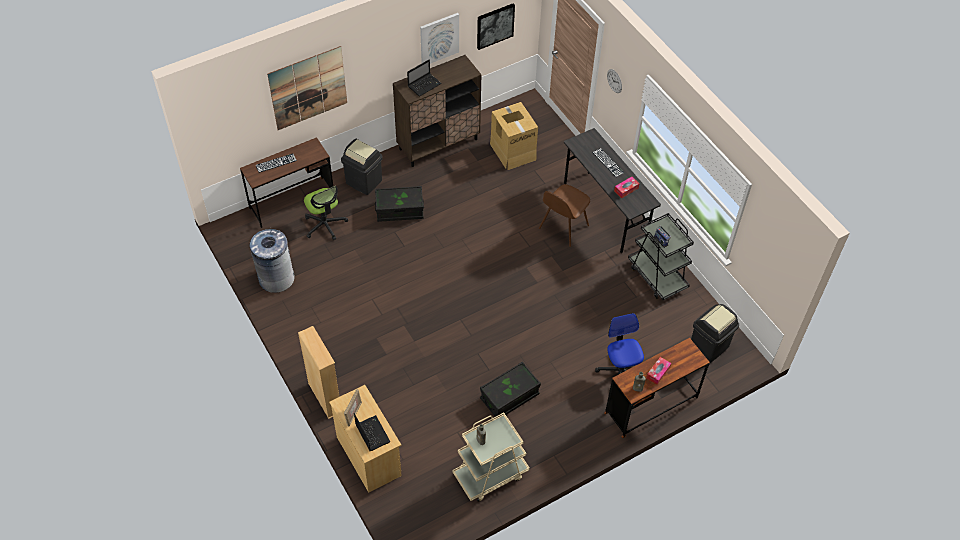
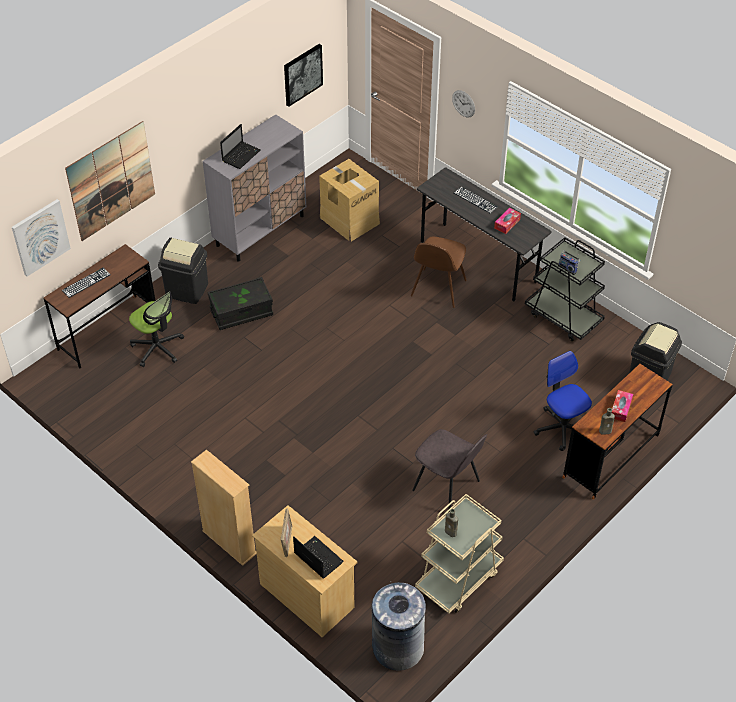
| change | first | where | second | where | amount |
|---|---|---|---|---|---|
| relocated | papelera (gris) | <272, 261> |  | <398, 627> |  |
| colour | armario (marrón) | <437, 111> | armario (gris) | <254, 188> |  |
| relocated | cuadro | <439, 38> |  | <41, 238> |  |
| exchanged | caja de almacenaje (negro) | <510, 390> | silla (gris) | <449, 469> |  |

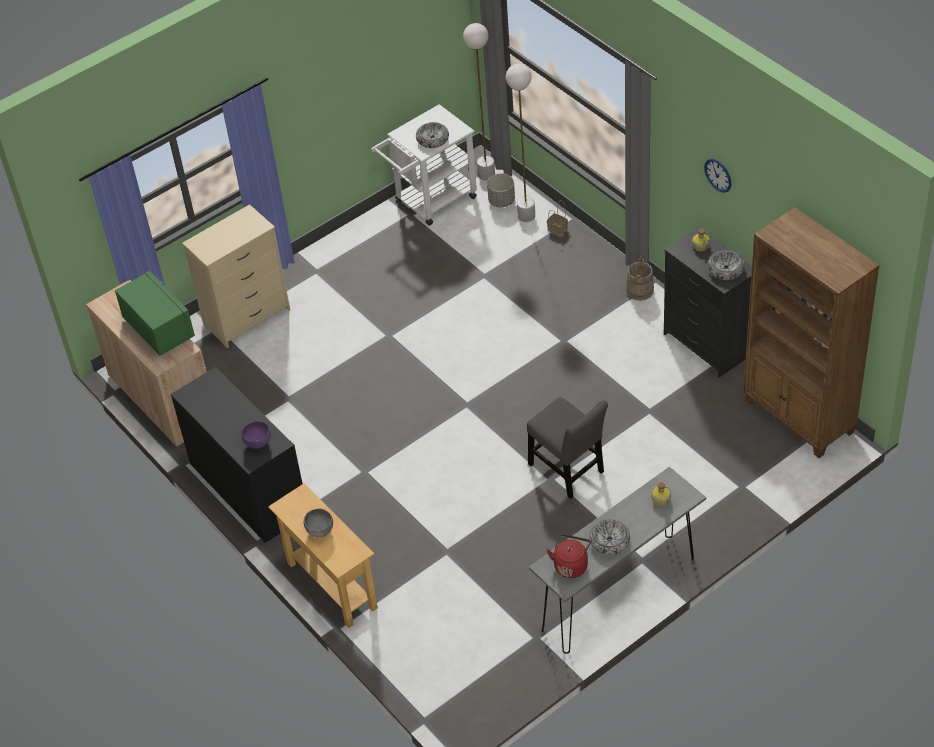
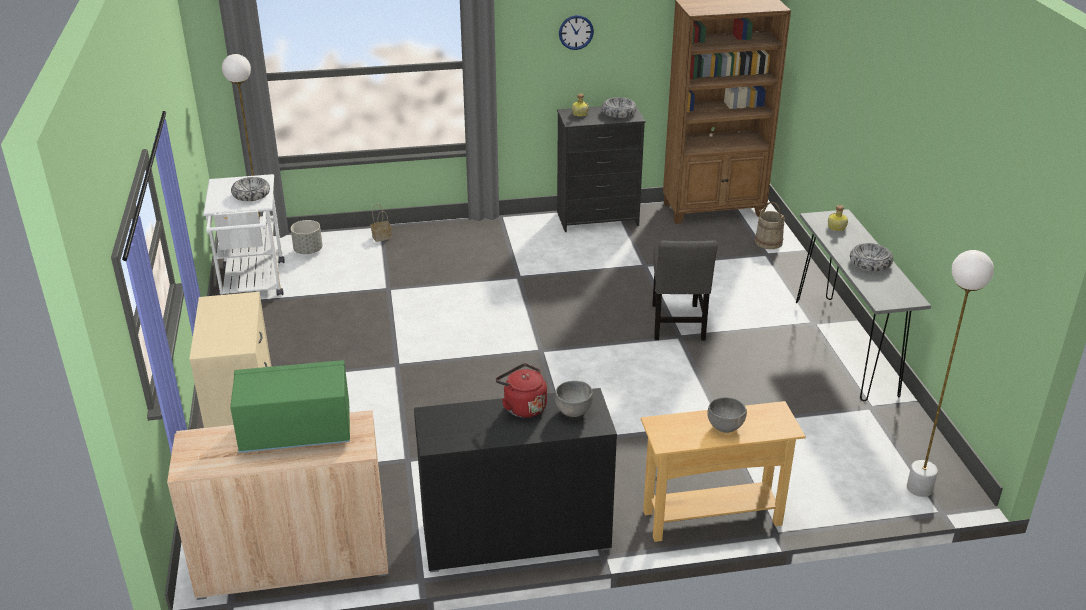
| change | first | where | second | where | amount |
|---|---|---|---|---|---|
| colour | cuenco (morado) | <256, 435> | cuenco (gris) | <574, 399> |  |
| relocated | lámpara de pie (blanco) | <520, 143> |  | <950, 373> |  |
| spun | silla (gris) | <567, 448> |  | <685, 290> | 105 degrees clockwise |
| relocated | hervidor (rojo) | <569, 556> |  | <521, 390> |  |
| relocated | cubo (beis) | <640, 279> |  | <770, 225> |  |

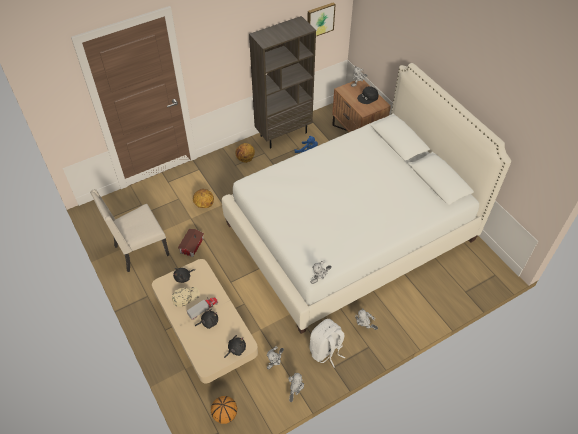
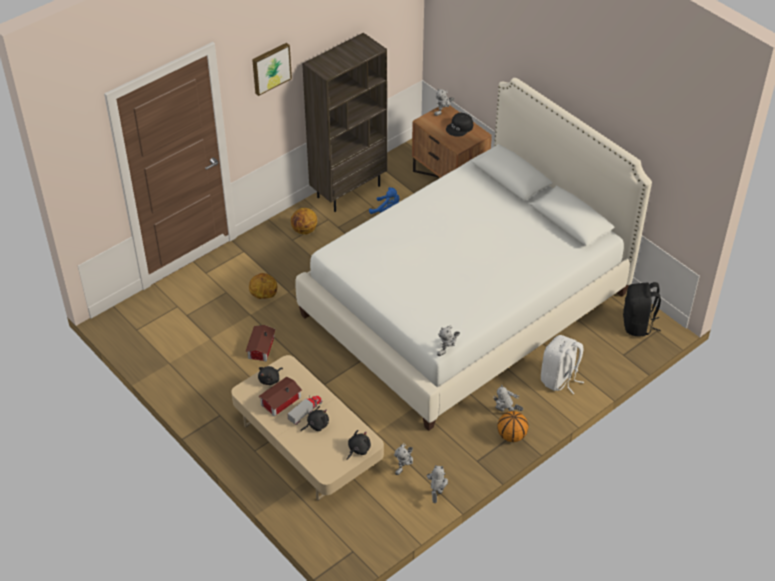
| change | first | where | second | where | amount |
|---|---|---|---|---|---|
| missing | silla (beis) | <129, 230> |  |  |  |
| exchanged | gorra (beis) | <186, 297> | casita | <280, 396> |  |
| relocated | balón de baloncesto | <224, 410> |  | <512, 426> |  |
| relocated | cuadro | <321, 19> |  | <272, 69> |  |
| relocated | mochila (blanco) | <327, 343> |  | <562, 364> |  |
| appeared |  |  | mochila (negro) | <642, 309> |  |

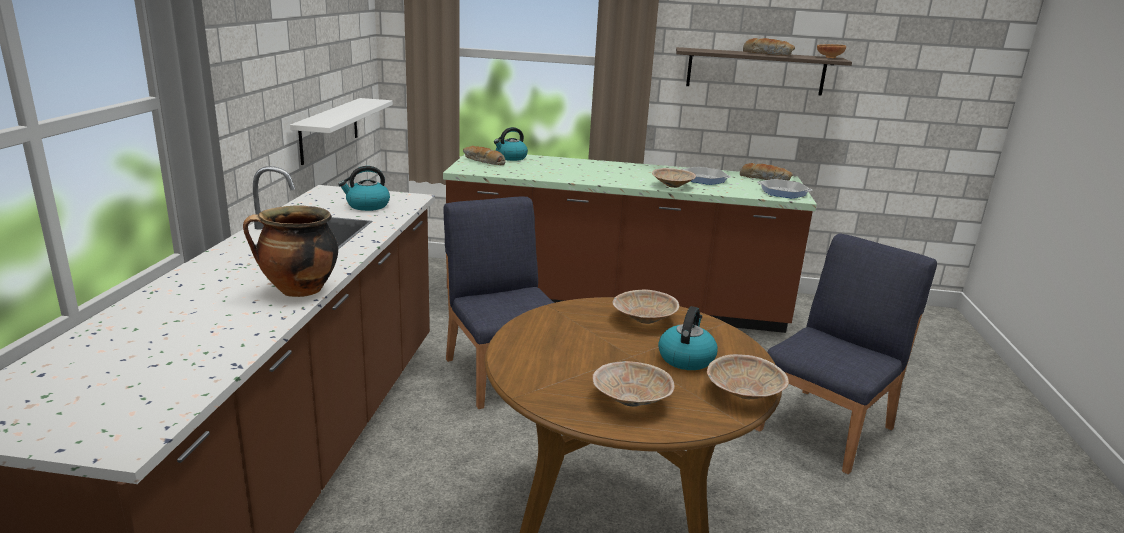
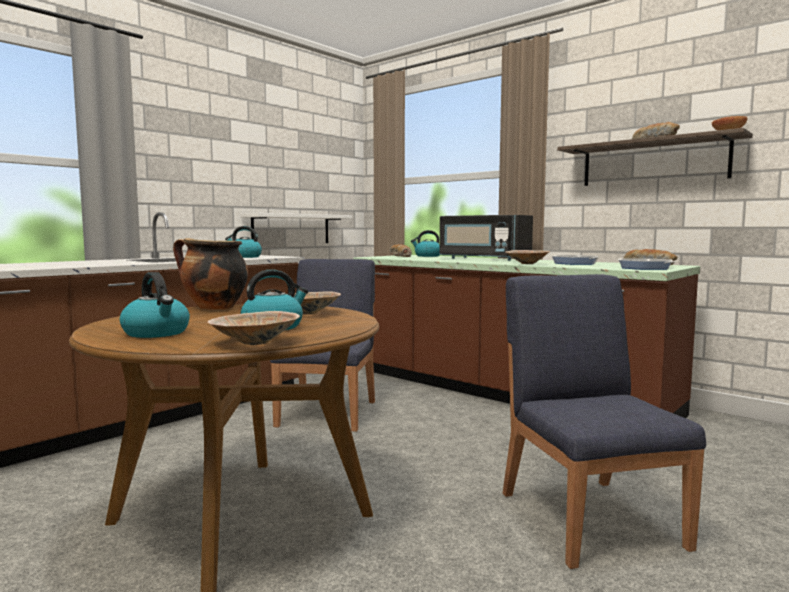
| change | first | where | second | where | amount |
|---|---|---|---|---|---|
| relocated | olla | <290, 251> |  | <210, 274> |  |
| exchanged | cuenco (beis) | <633, 384> | hervidor | <155, 305> |  |
| spun | silla (azul) | <846, 353> |  | <604, 421> | 90 degrees counterclockwise |
| appeared |  |  | microondas (negro) | <486, 238> |  |

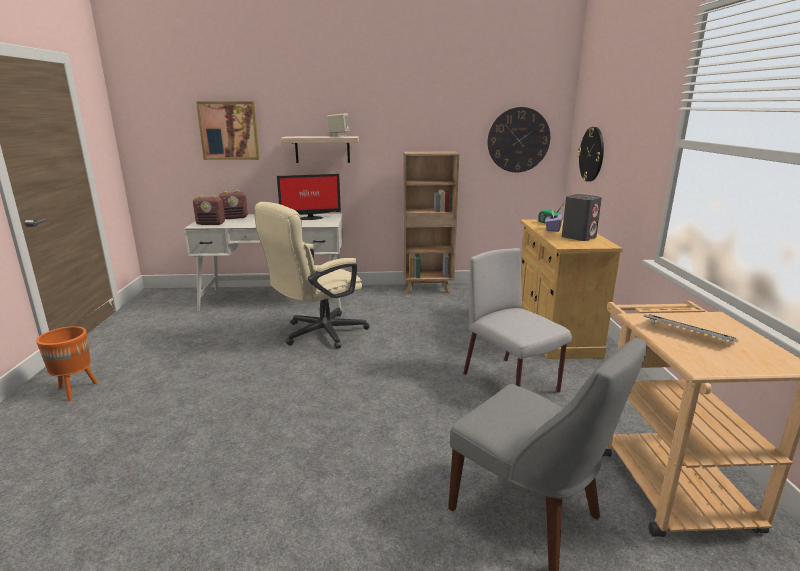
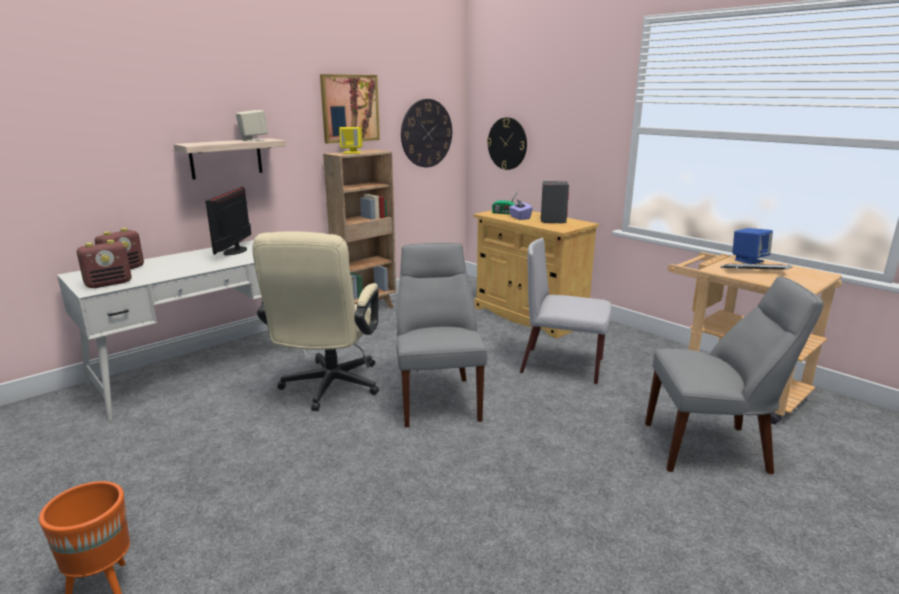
| change | first | where | second | where | amount |
|---|---|---|---|---|---|
| relocated | cuadro | <228, 131> |  | <350, 109> |  |
| spun | monitor | <309, 197> |  | <228, 221> | 150 degrees clockwise |
| appeared |  |  | altavoz (amarillo) | <350, 140> |  |
| appeared |  |  | silla (gris) | <441, 335> |  |
| appeared |  |  | altavoz (azul) | <752, 246> |  |

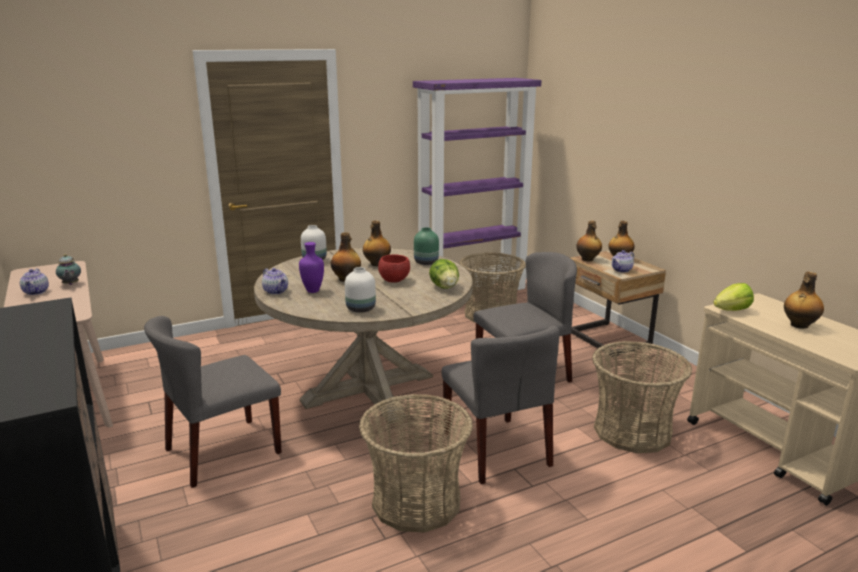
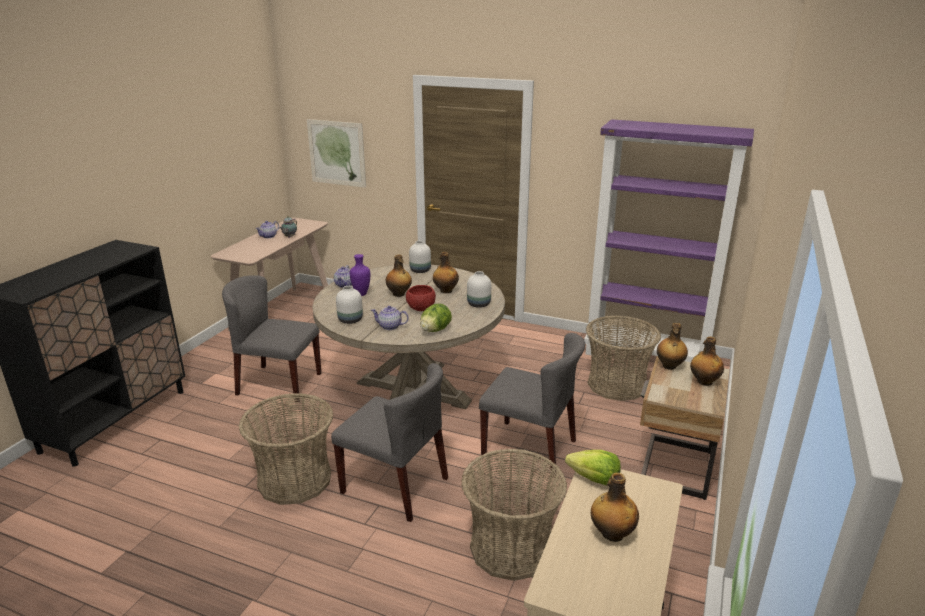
| change | first | where | second | where | amount |
|---|---|---|---|---|---|
| colour | florero (verde) | <426, 246> | florero (blanco) | <479, 289> |  |
| spun | silla (gris) | <500, 404> |  | <389, 442> | 90 degrees counterclockwise |
| relocated | tetera | <623, 261> |  | <390, 318> |  |
| appeared |  |  | cuadro | <336, 153> |  |

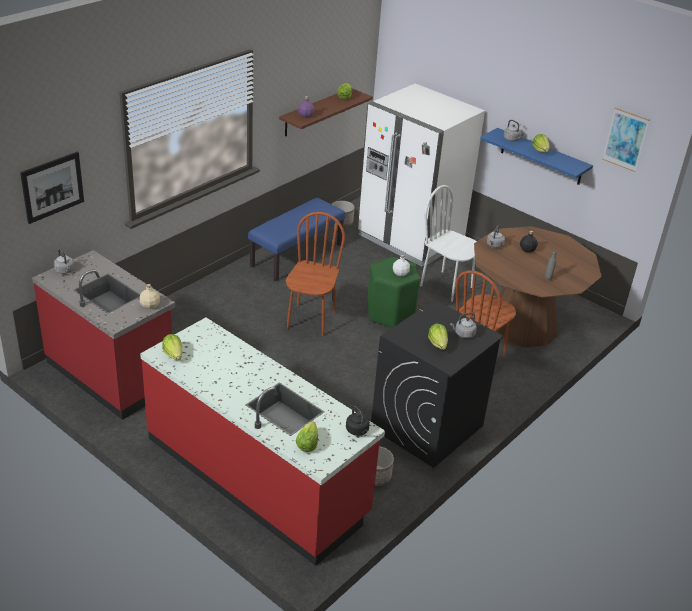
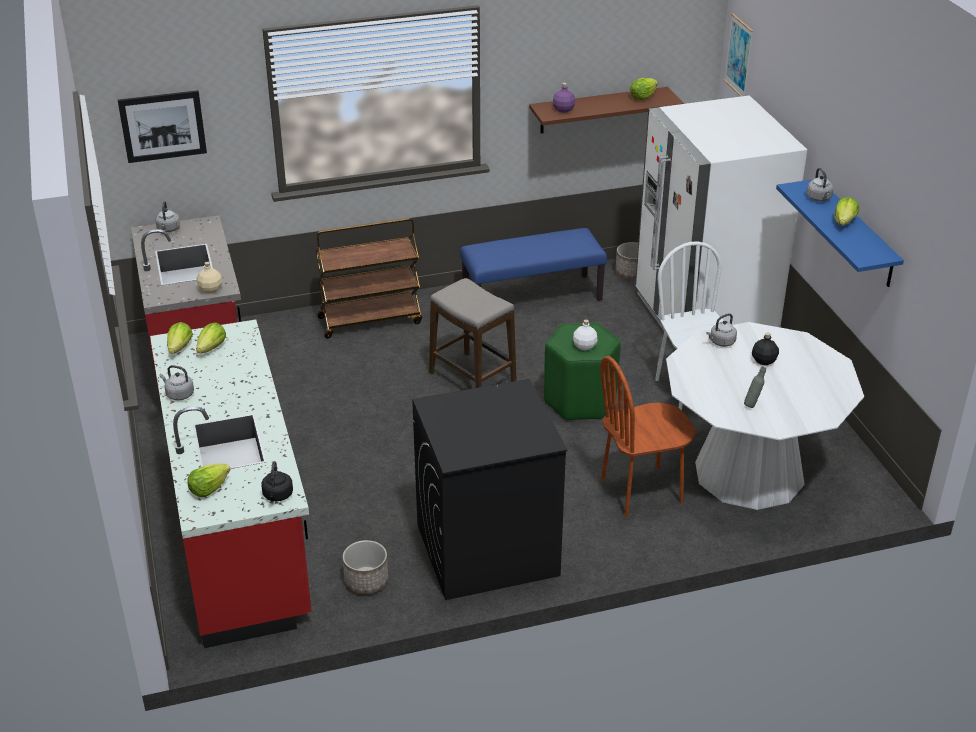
| change | first | where | second | where | amount |
|---|---|---|---|---|---|
| exchanged | silla (marrón) | <315, 274> | taburete | <473, 333> |  |
| relocated | lechuga | <438, 336> |  | <211, 338> |  |
| relocated | hervidor (gris) | <463, 325> |  | <176, 382> |  |
| colour | mesa de comedor (marrón) | <538, 287> | mesa de comedor (blanco) | <765, 416> |  |
| relocated | cuadro | <626, 139> |  | <738, 55> |  |
| appeared |  |  | carrito (marrón) | <369, 278> |  |

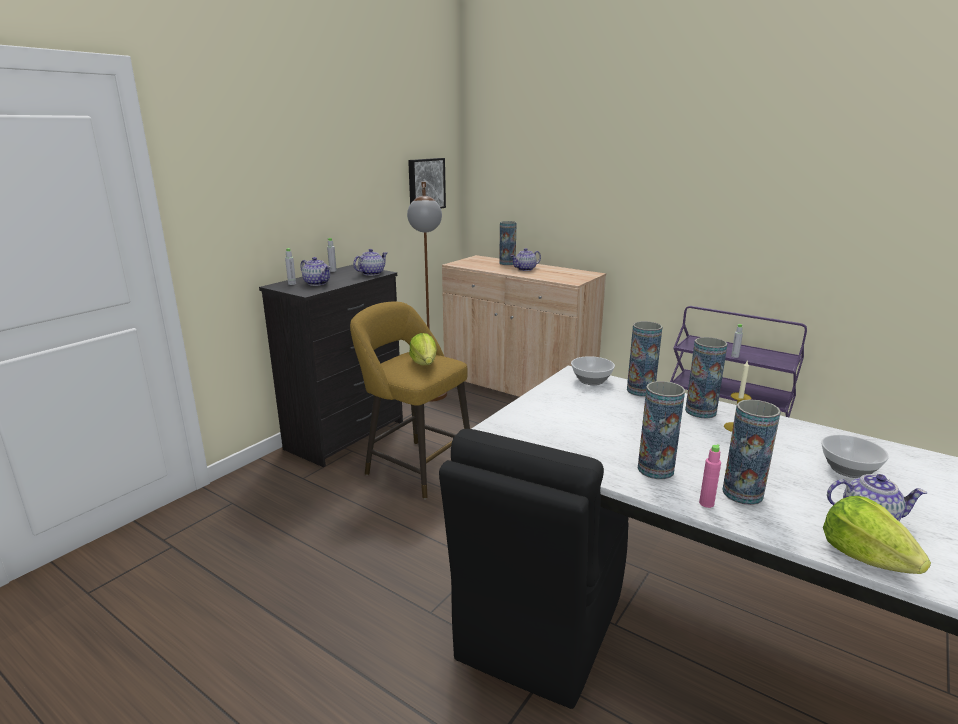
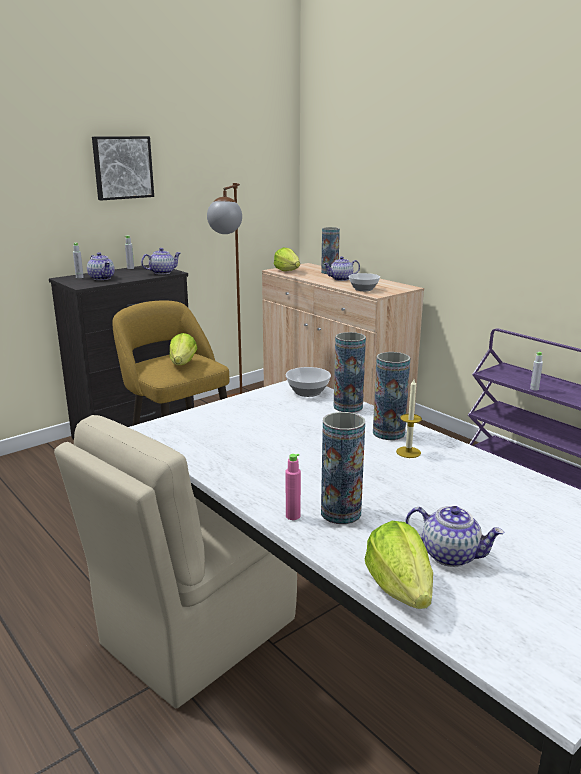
| change | first | where | second | where | amount |
|---|---|---|---|---|---|
| relocated | cuadro | <427, 183> |  | <123, 168> |  |
| colour | silla (negro) | <534, 569> | silla (beis) | <175, 561> |  |
| missing | florero | <661, 430> |  |  |  |
| relocated | cuenco | <855, 456> |  | <364, 282> |  |
| appeared |  |  | lechuga | <287, 259> |  |

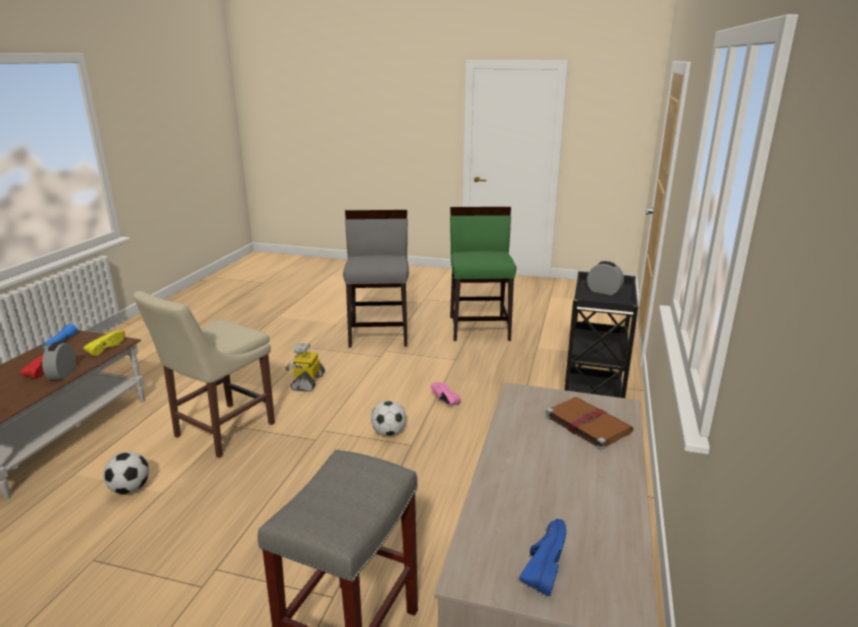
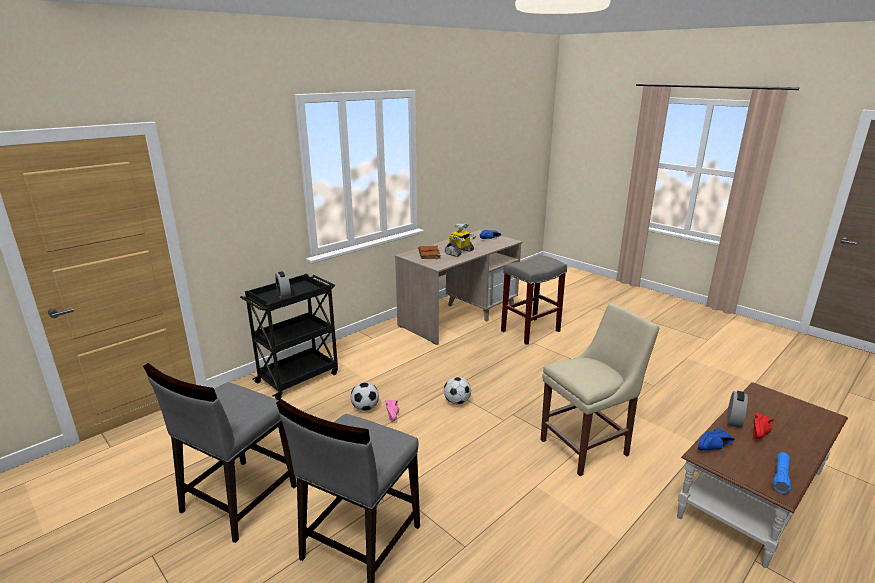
| change | first | where | second | where | amount |
|---|---|---|---|---|---|
| colour | zapato (amarillo) | <104, 343> | zapato (azul) | <716, 439> |  |
| relocated | balón de fútbol | <126, 473> |  | <365, 396> |  |
| relocated | robot de juguete | <305, 367> |  | <460, 240> |  |
| colour | silla (verde) | <483, 274> | silla (gris) | <220, 453> |  |

